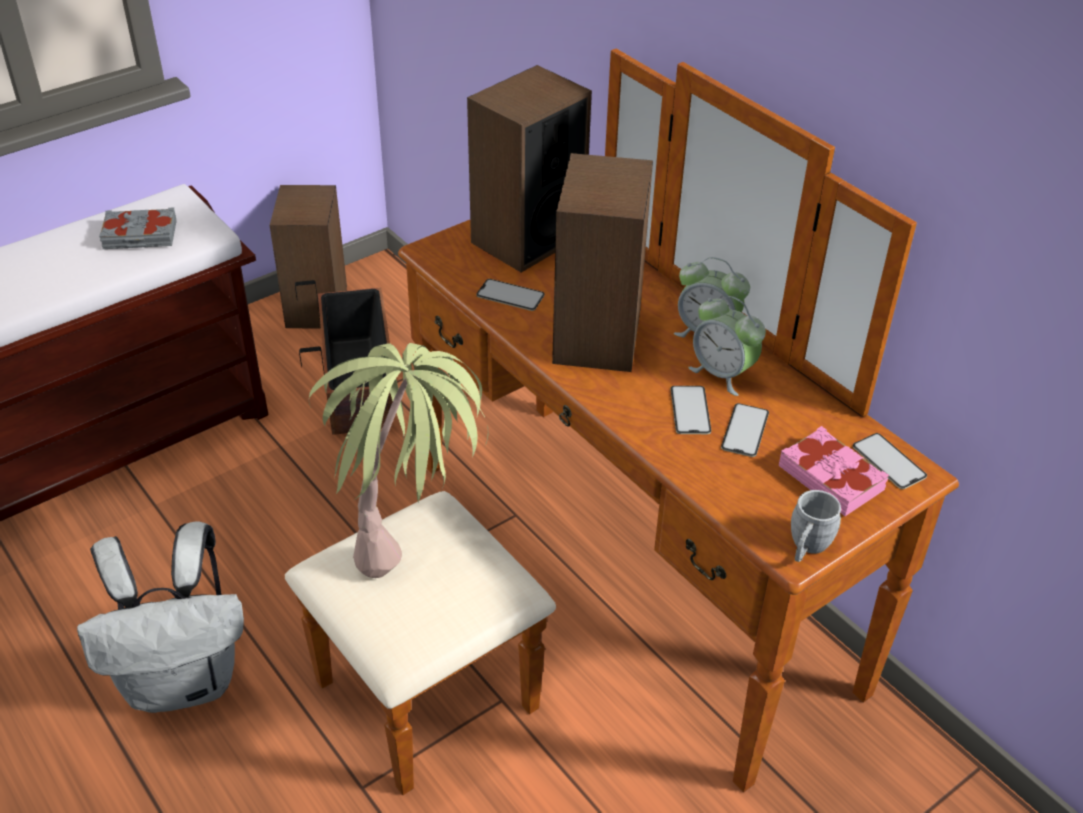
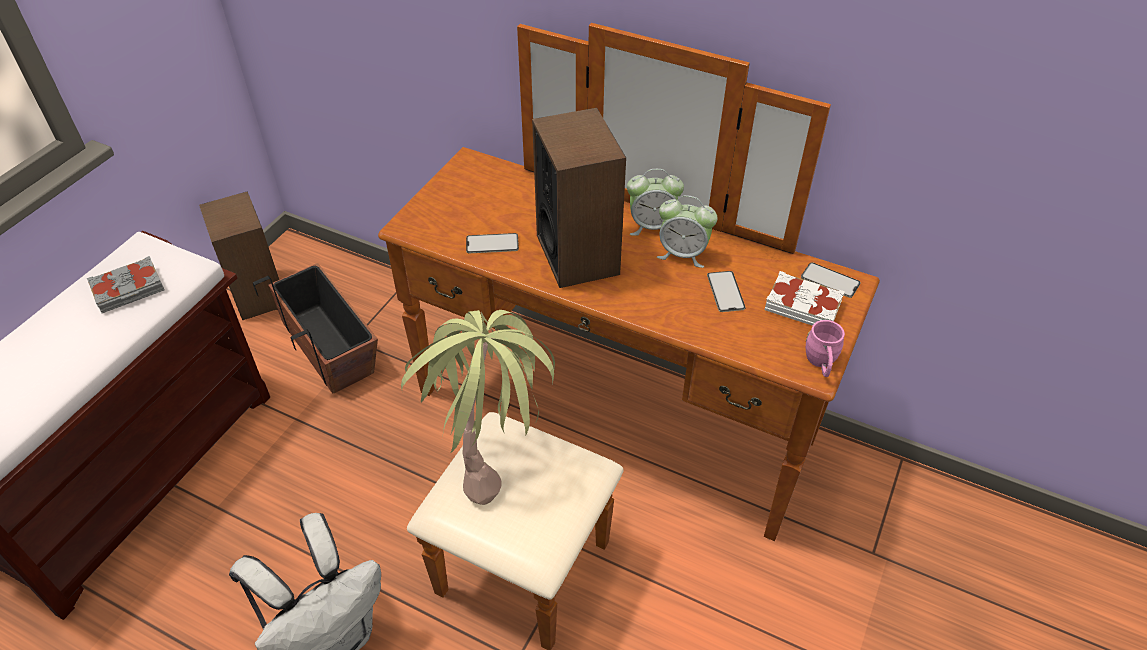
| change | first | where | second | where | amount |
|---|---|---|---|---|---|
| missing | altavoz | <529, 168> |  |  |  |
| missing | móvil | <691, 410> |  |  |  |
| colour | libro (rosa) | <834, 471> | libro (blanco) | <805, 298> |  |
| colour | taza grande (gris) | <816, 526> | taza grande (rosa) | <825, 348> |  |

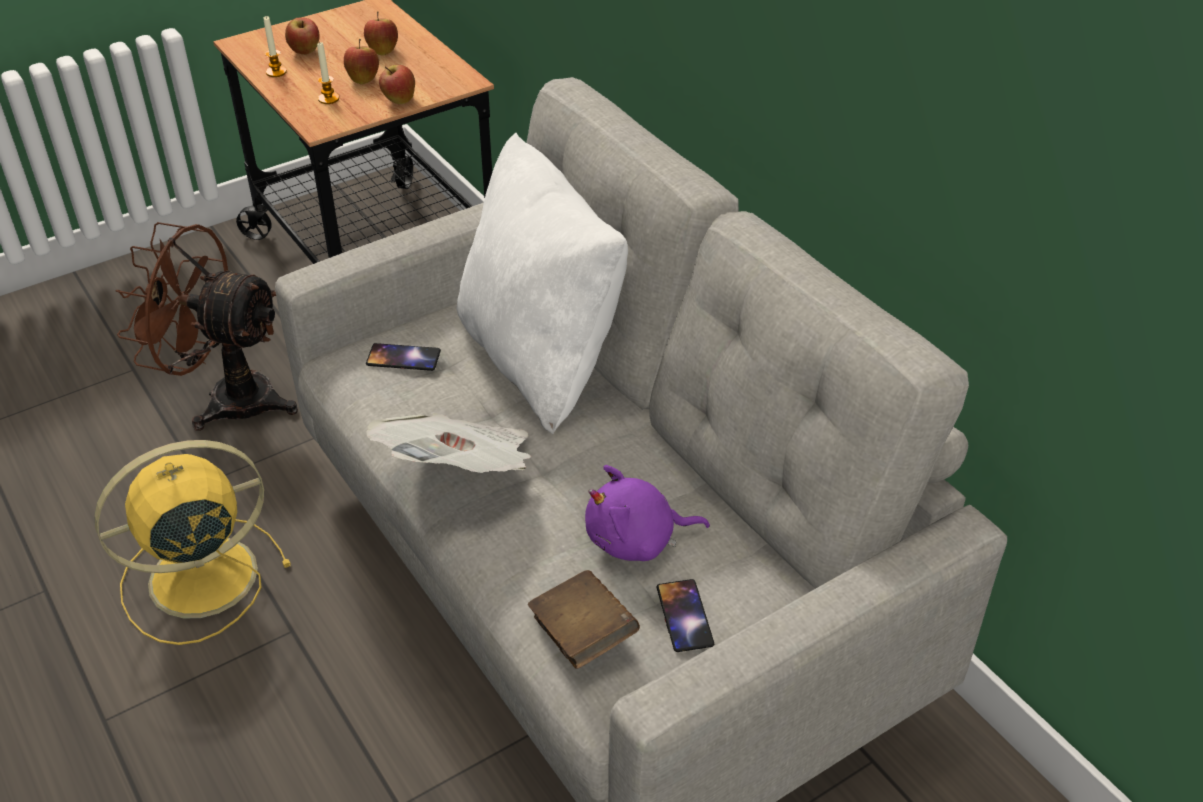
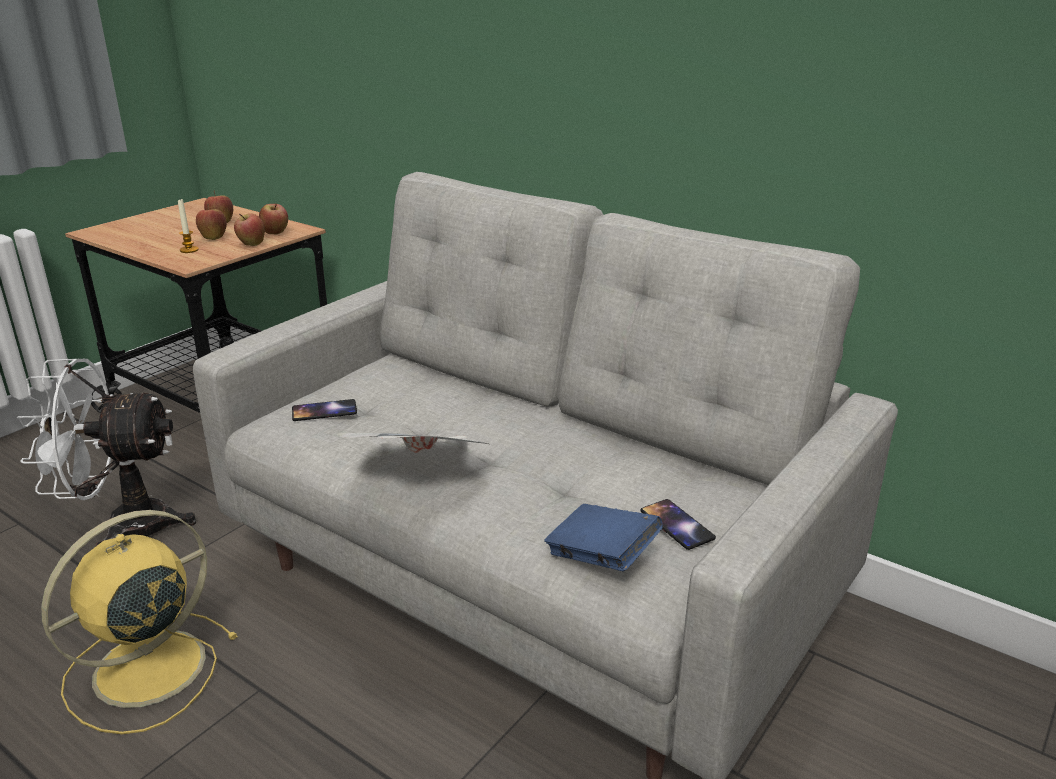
| change | first | where | second | where | amount |
|---|---|---|---|---|---|
| colour | ventilador (marrón) | <206, 326> | ventilador (blanco) | <106, 452> |  |
| missing | vela | <275, 46> |  |  |  |
| relocated | manzana | <302, 36> |  | <273, 218> |  |
| missing | cojín (blanco) | <542, 283> |  |  |  |
| colour | libro (marrón) | <584, 619> | libro (azul) | <603, 537> |  |
| missing | peluche (morado) | <647, 513> |  |  |  |

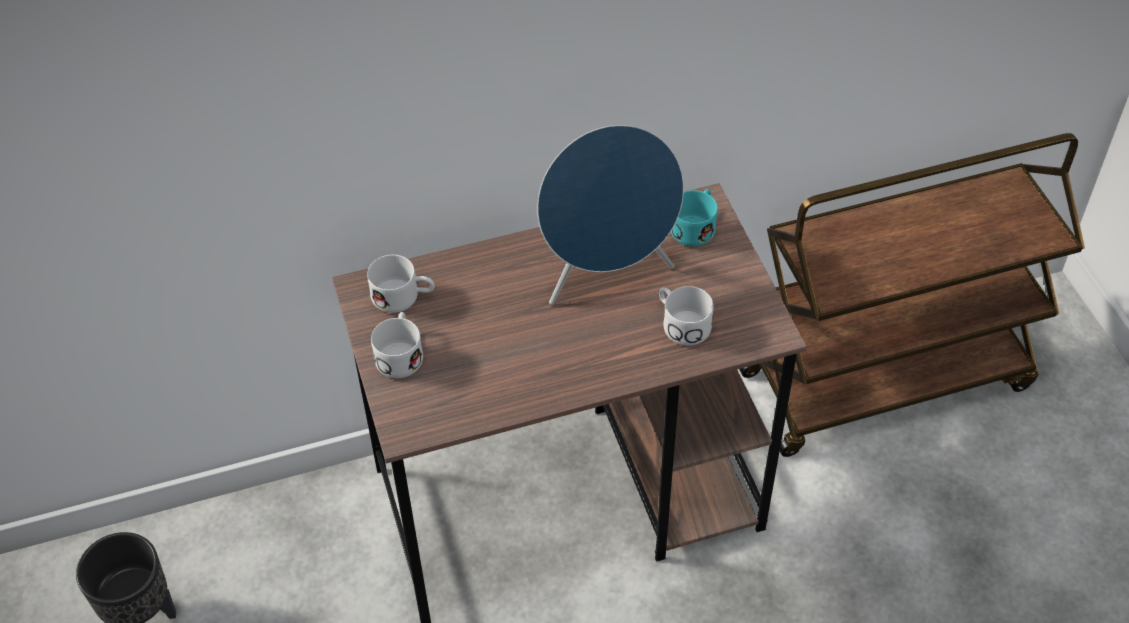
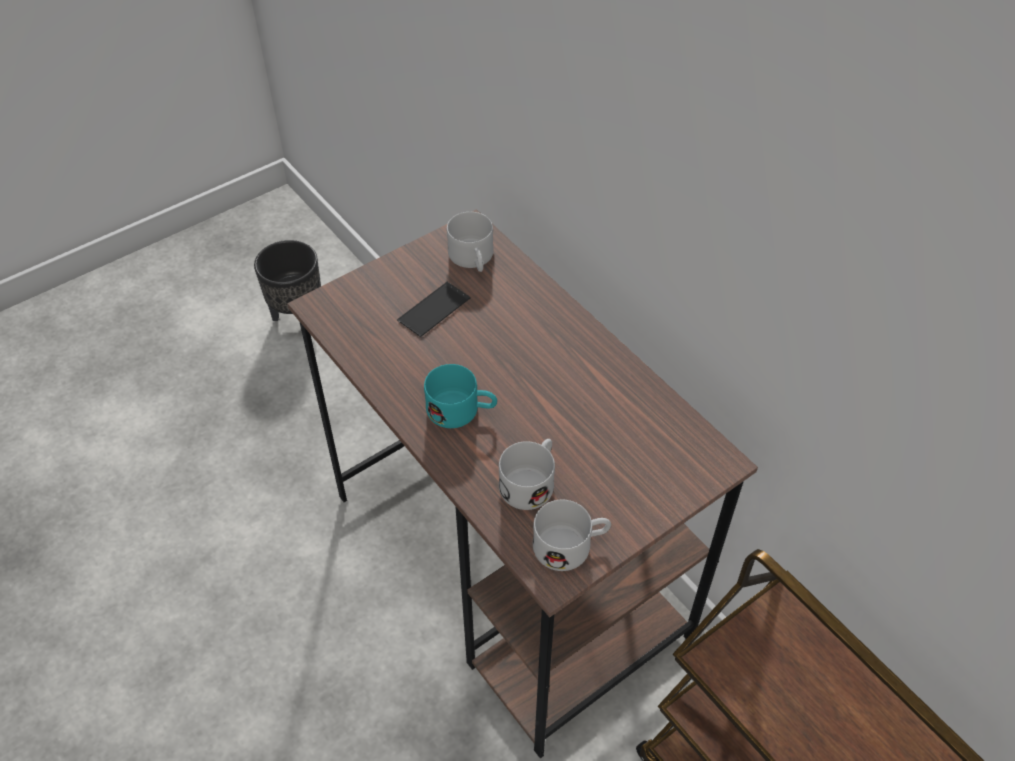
| change | first | where | second | where | amount |
|---|---|---|---|---|---|
| relocated | taza grande (blanco) | <397, 345> |  | <572, 535> |  |
| missing | altavoz (azul) | <610, 215> |  |  |  |
| relocated | taza grande (turquesa) | <694, 218> |  | <460, 396> |  |
| appeared |  |  | móvil | <433, 309> |  |

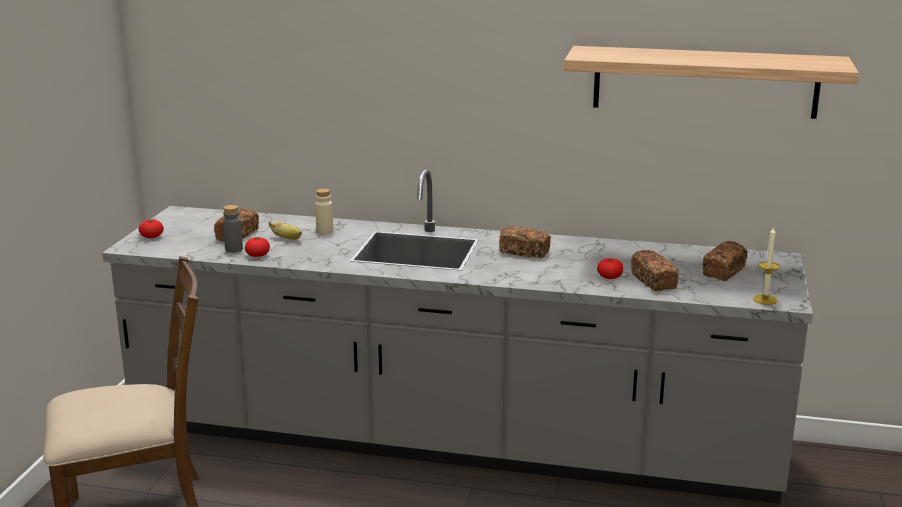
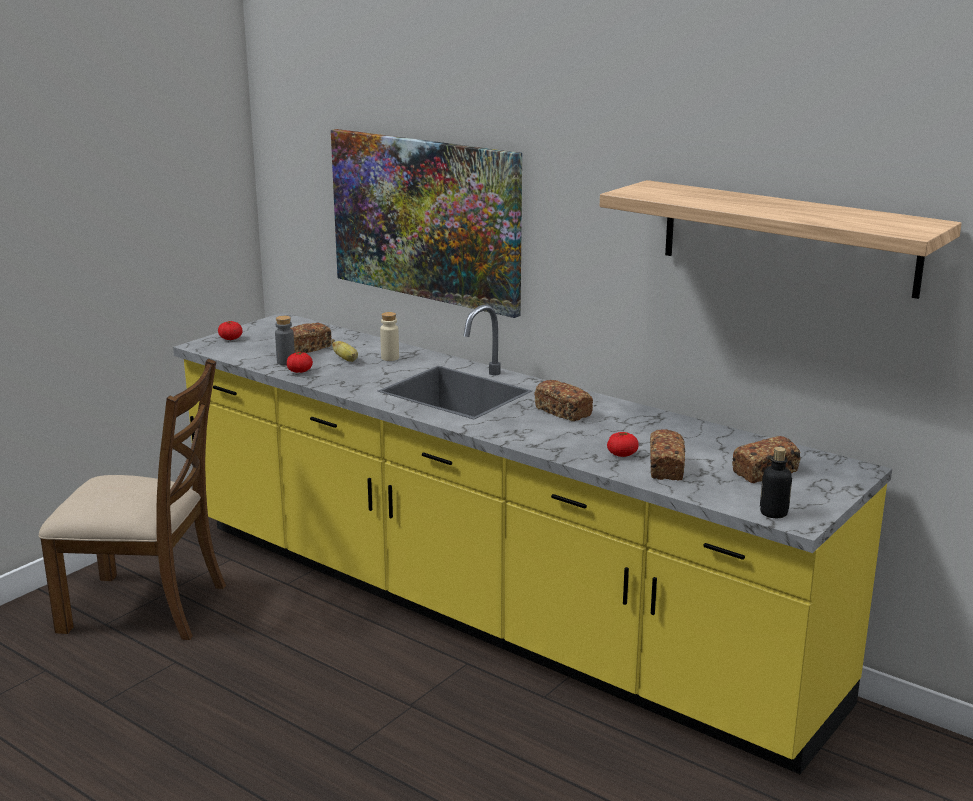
| change | first | where | second | where | amount |
|---|---|---|---|---|---|
| colour | mueble bajo de cocina (gris) | <457, 336> | mueble bajo de cocina (amarillo) | <532, 539> |  |
| exchanged | vela | <766, 265> | botella | <776, 482> |  |
| appeared |  |  | cuadro | <426, 223> |  |

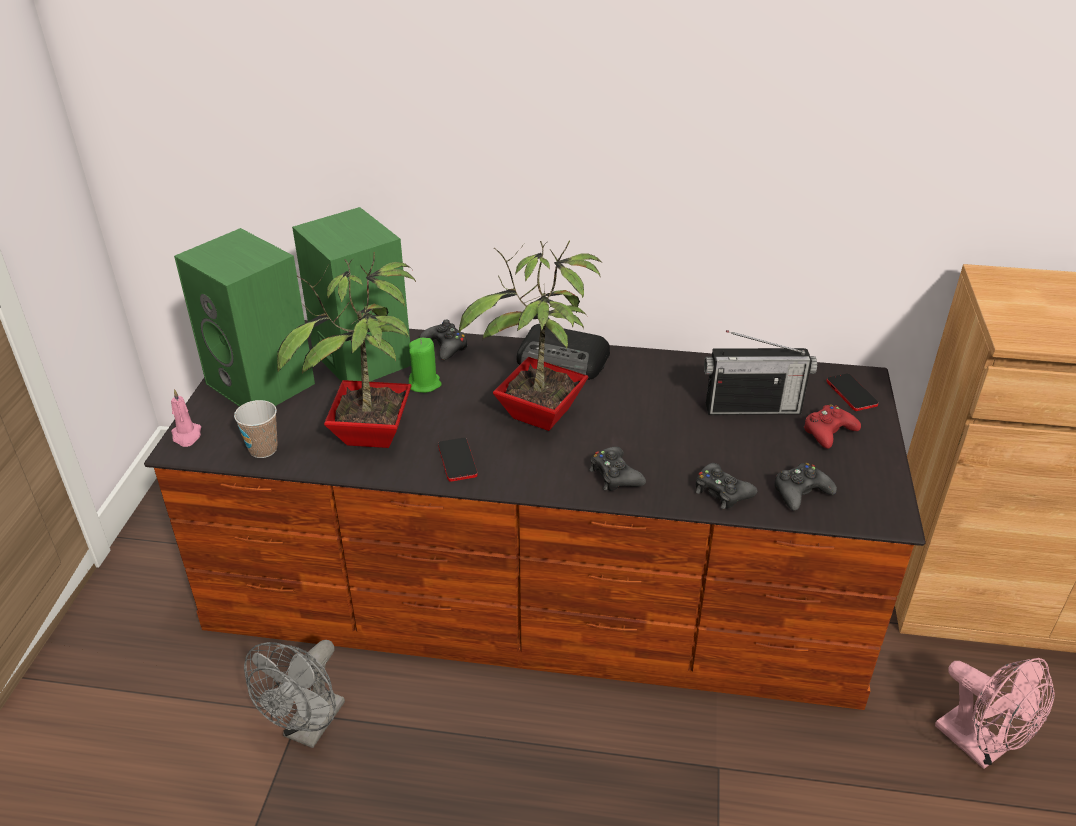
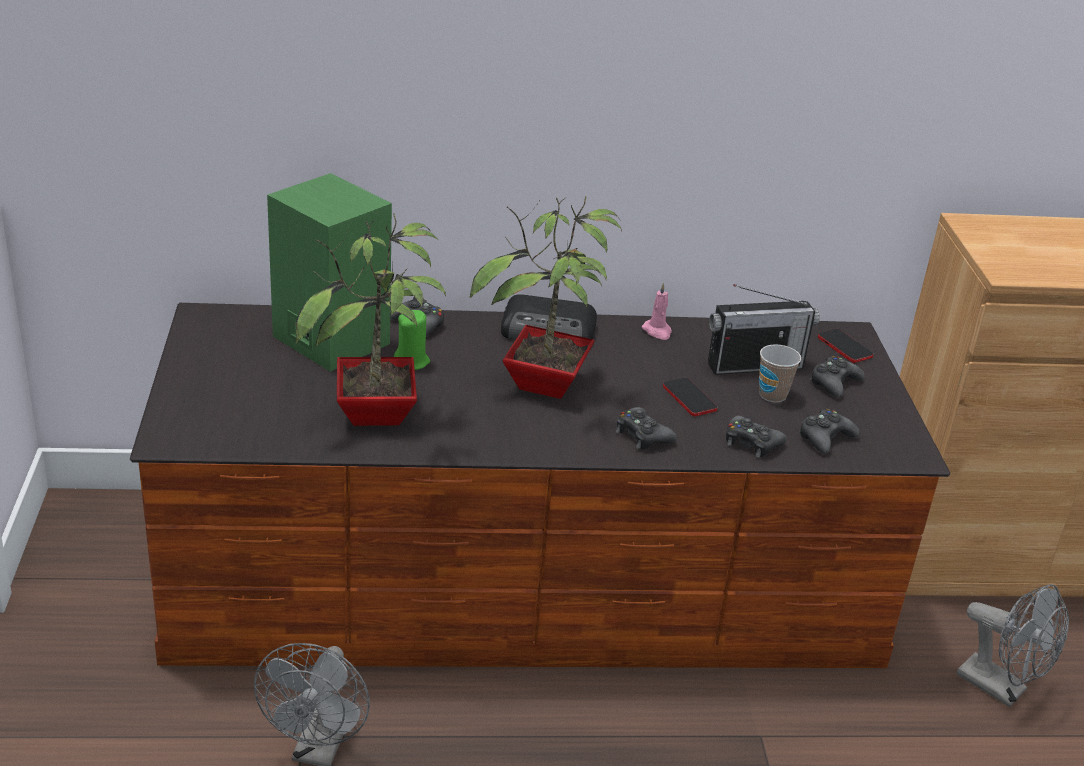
| change | first | where | second | where | amount |
|---|---|---|---|---|---|
| relocated | vela (rosa) | <186, 418> |  | <657, 311> |  |
| missing | altavoz (verde) | <244, 317> |  |  |  |
| relocated | taza | <256, 429> |  | <780, 373> |  |
| relocated | móvil | <457, 460> |  | <690, 397> |  |
| colour | mando de consola (rojo) | <832, 426> | mando de consola (negro) | <837, 377> |  |
| colour | ventilador (rosa) | <995, 713> | ventilador (gris) | <1013, 645> |  |

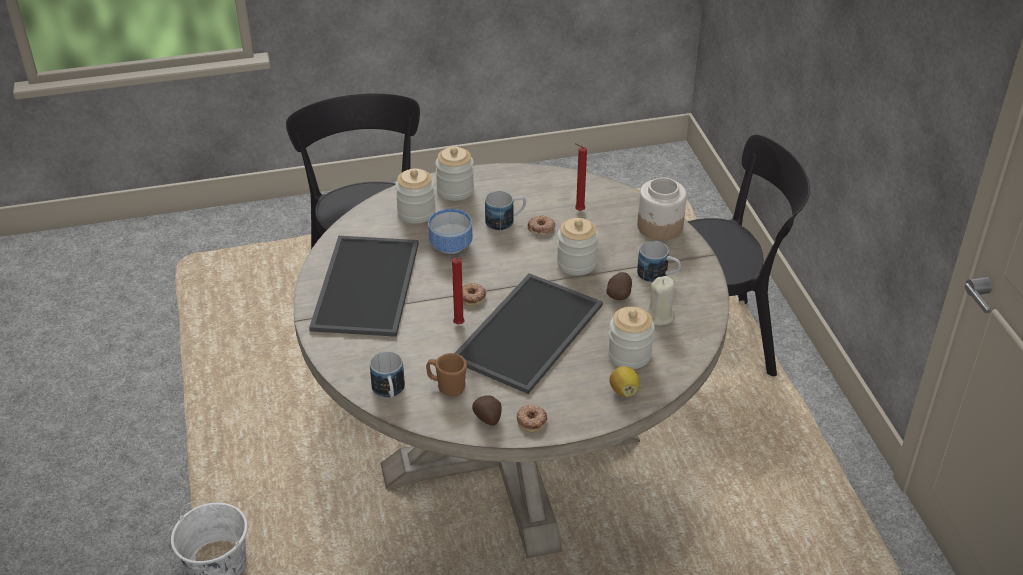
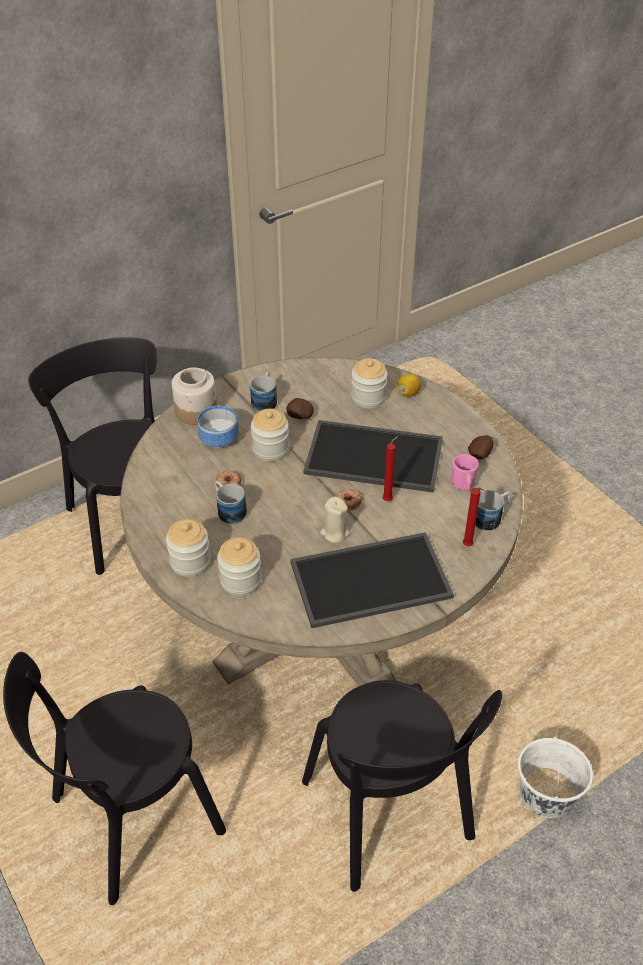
| change | first | where | second | where | amount |
|---|---|---|---|---|---|
| colour | taza grande (marrón) | <446, 374> | taza grande (rosa) | <465, 472> |  |
| relocated | cuenco | <451, 231> |  | <218, 427> |  |
| missing | rosquilla | <532, 418> |  |  |  |
| relocated | vela (rojo) | <581, 177> |  | <473, 517> |  |
| relocated | vela (beis) | <660, 300> |  | <335, 520> |  |
| appeared |  |  | silla (negro) | <402, 786> |  |

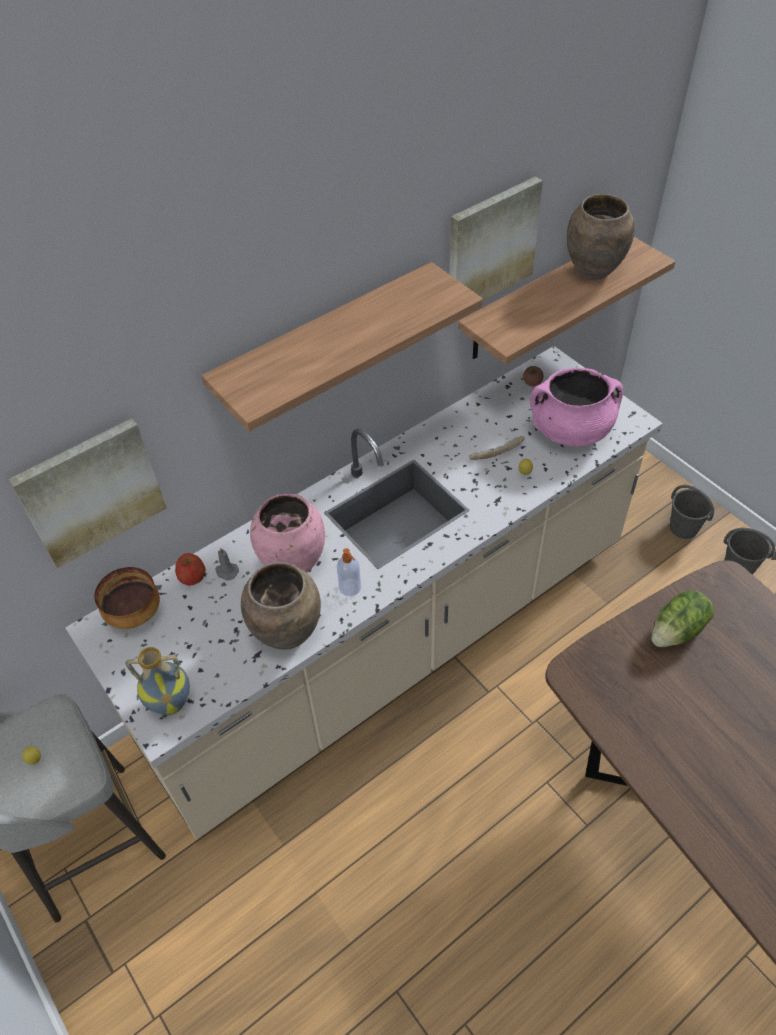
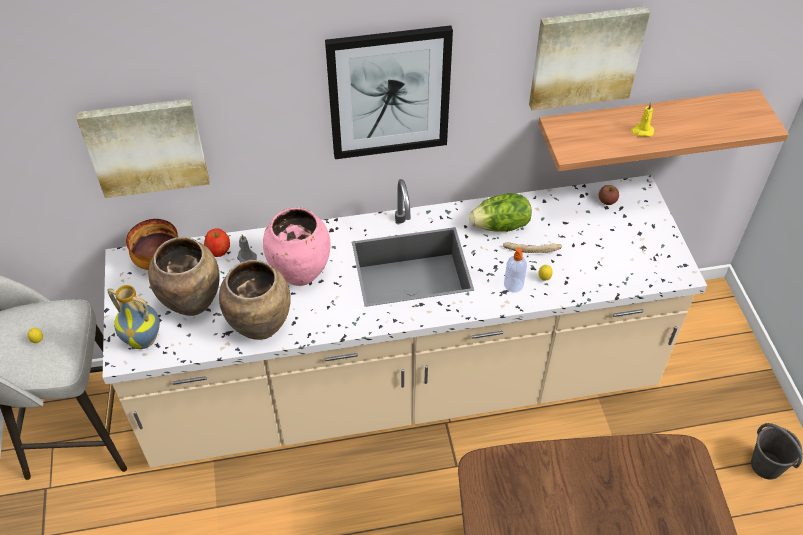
| change | first | where | second | where | amount |
|---|---|---|---|---|---|
| exchanged | estante | <342, 347> | cuadro | <389, 92> |  |
| relocated | dispensador de jabón | <349, 572> |  | <515, 270> |  |
| missing | olla (rosa) | <576, 407> |  |  |  |
| relocated | florero (marrón) | <601, 237> |  | <184, 276> |  |
| relocated | lechuga | <682, 619> |  | <500, 212> |  |
| missing | cubo (gris) | <692, 512> |  |  |  |
| appeared |  |  | vela (amarillo) | <642, 120> |  |

